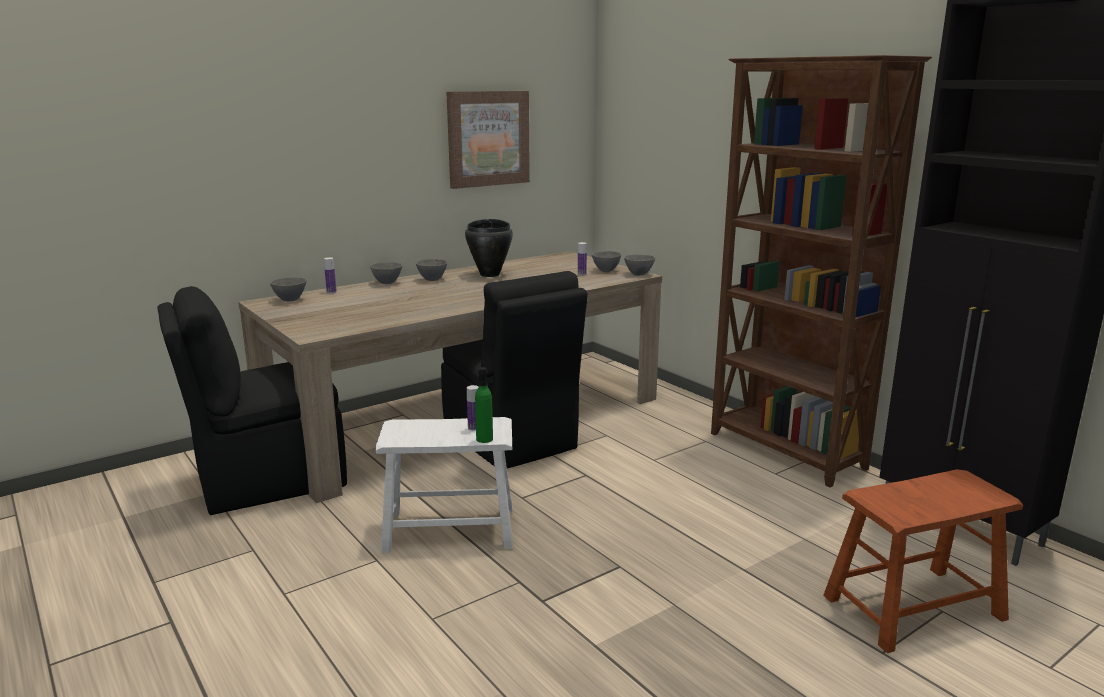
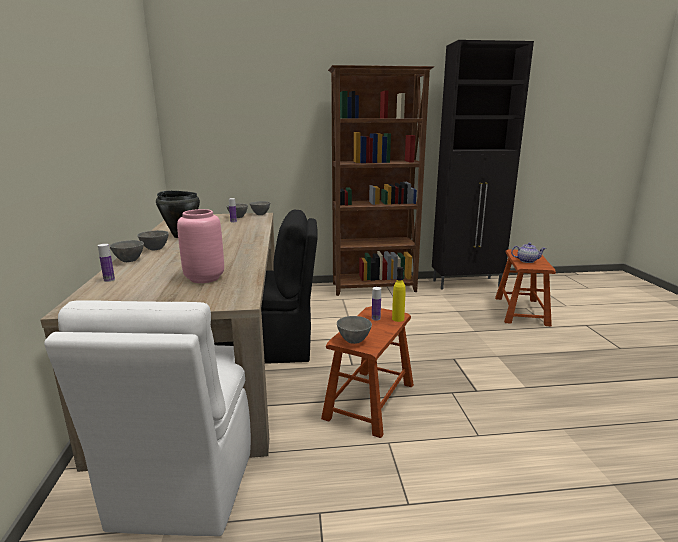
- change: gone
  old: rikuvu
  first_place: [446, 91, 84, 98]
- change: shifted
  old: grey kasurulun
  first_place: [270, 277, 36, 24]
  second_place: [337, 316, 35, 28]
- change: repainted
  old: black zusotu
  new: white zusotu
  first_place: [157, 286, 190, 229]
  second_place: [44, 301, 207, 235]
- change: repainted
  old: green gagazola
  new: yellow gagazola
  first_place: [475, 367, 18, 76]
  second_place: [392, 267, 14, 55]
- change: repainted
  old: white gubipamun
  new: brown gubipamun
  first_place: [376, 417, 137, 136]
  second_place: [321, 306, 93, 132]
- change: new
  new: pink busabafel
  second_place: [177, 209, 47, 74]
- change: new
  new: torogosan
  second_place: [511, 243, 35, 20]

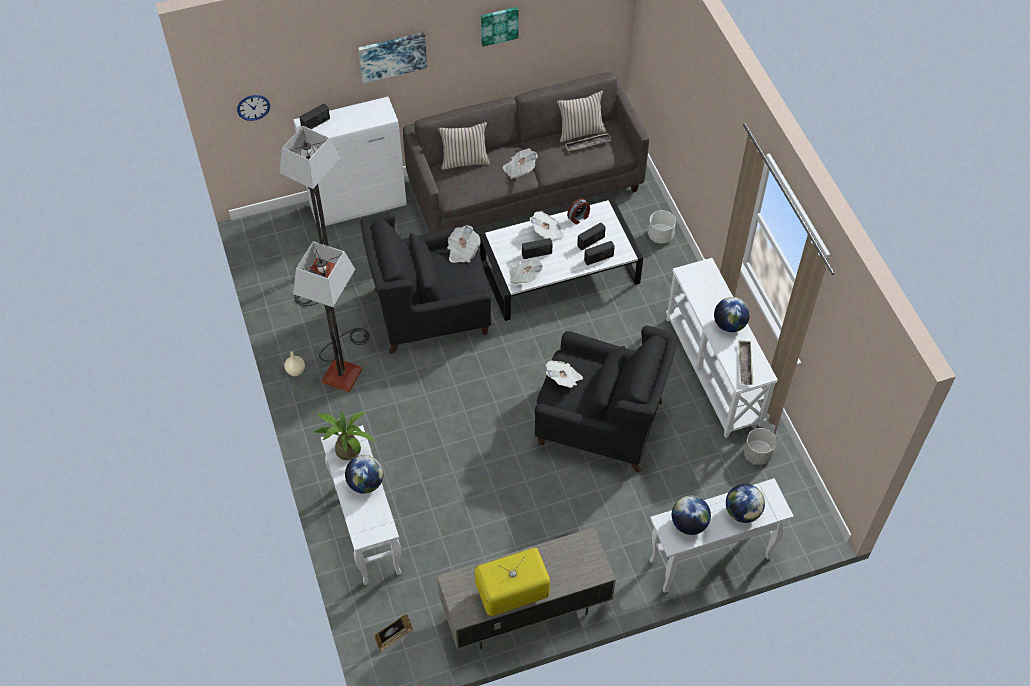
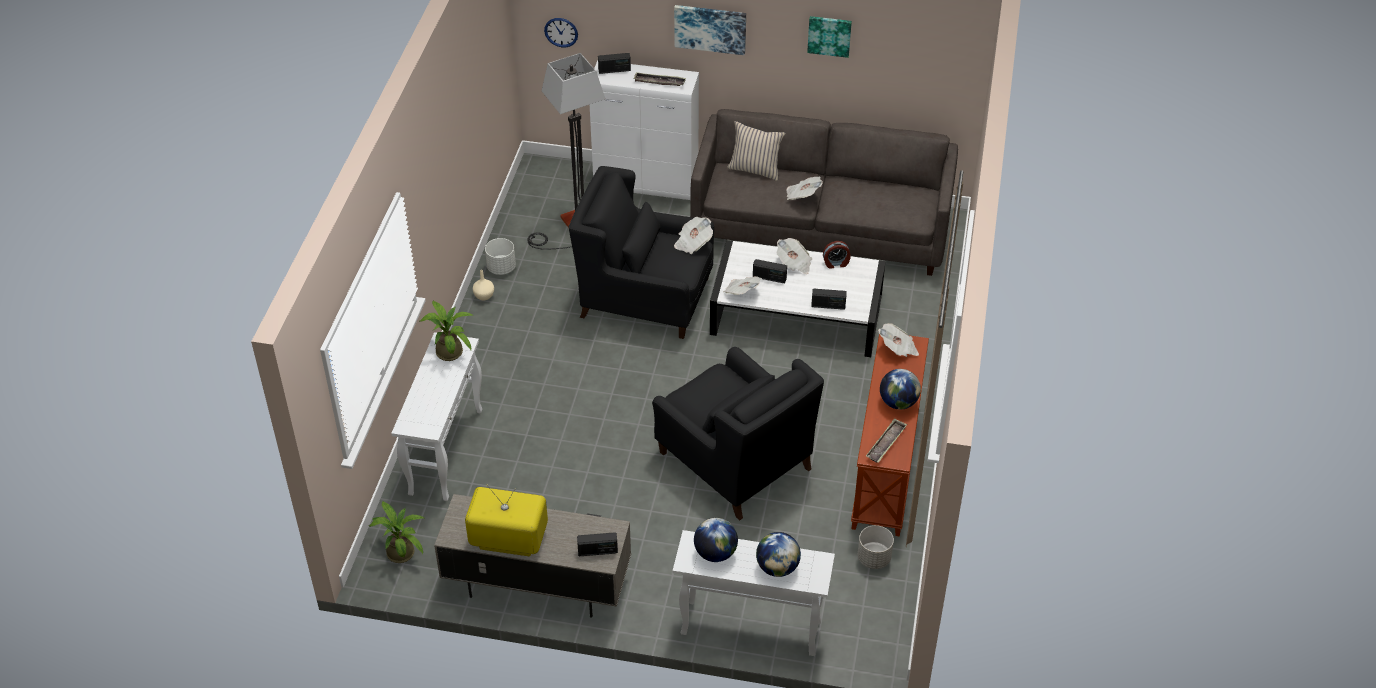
- change: gone
  old: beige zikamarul
  first_place: [557, 91, 49, 51]
- change: shifted
  old: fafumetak
  first_place: [565, 133, 46, 19]
  second_place: [633, 72, 53, 14]
- change: shifted
  old: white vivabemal
  first_place: [648, 210, 28, 34]
  second_place: [485, 238, 31, 37]
- change: shifted
  old: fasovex
  first_place: [577, 223, 28, 27]
  second_place: [577, 532, 41, 24]
- change: gone
  old: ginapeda
  first_place: [293, 241, 77, 151]
- change: repainted
  old: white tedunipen
  new: brown tedunipen
  first_place: [666, 258, 112, 180]
  second_place: [851, 334, 78, 203]
- change: shifted
  old: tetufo
  first_place: [546, 360, 37, 28]
  second_place: [878, 323, 41, 34]
- change: gone
  old: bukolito
  first_place: [345, 455, 38, 39]
- change: swapped
  old: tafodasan
  new: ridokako
  first_place: [374, 614, 39, 38]
  second_place: [369, 501, 55, 62]

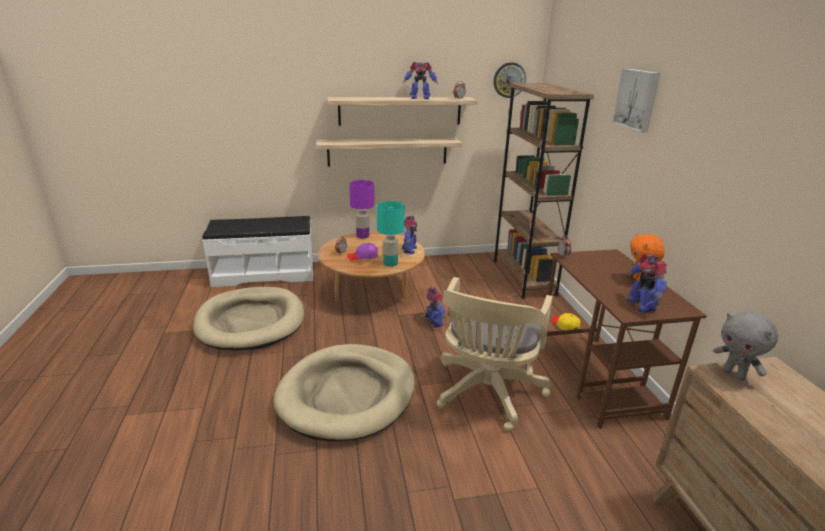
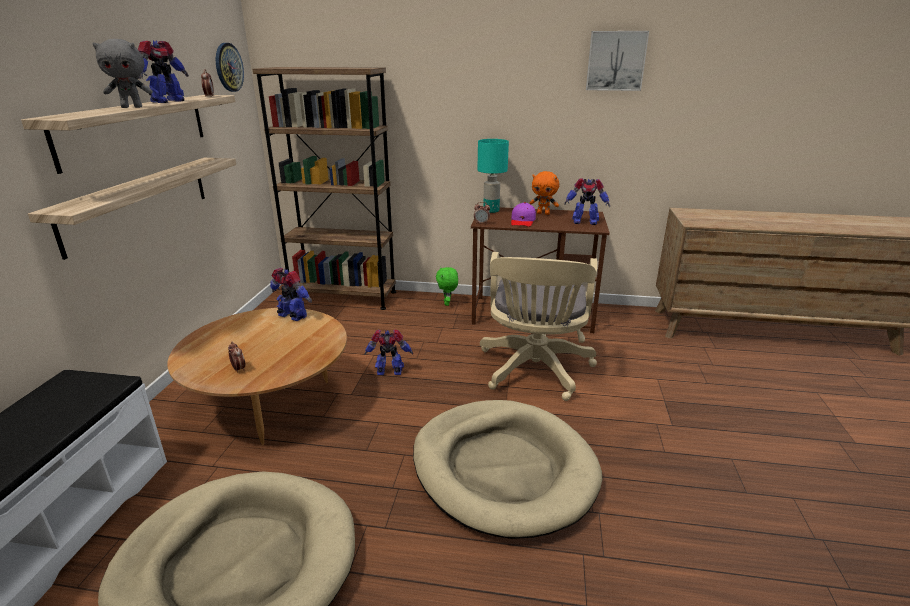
- change: shifted
  old: rikuvu
  first_place: [612, 68, 48, 64]
  second_place: [586, 31, 63, 60]
- change: gone
  old: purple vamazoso
  first_place: [349, 180, 25, 58]
- change: shifted
  old: turquoise vamazoso
  first_place: [377, 201, 28, 66]
  second_place: [477, 139, 32, 74]
- change: shifted
  old: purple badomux
  first_place: [347, 243, 31, 17]
  second_place: [511, 202, 25, 25]
- change: rotated
  old: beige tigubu
  first_place: [437, 277, 116, 154]
  second_place: [480, 252, 117, 149]
  degrees: 60
- change: shifted
  old: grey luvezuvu
  first_place: [713, 311, 65, 70]
  second_place: [92, 39, 61, 69]
- change: swapped
  old: yellow badomux
  new: green luvezuvu
  first_place: [551, 313, 30, 17]
  second_place: [436, 267, 22, 39]

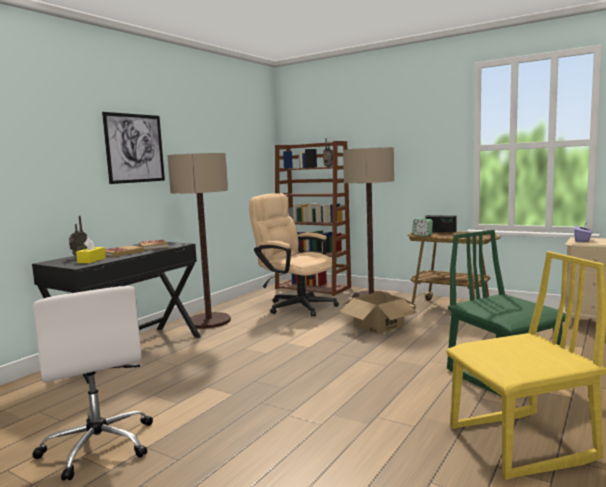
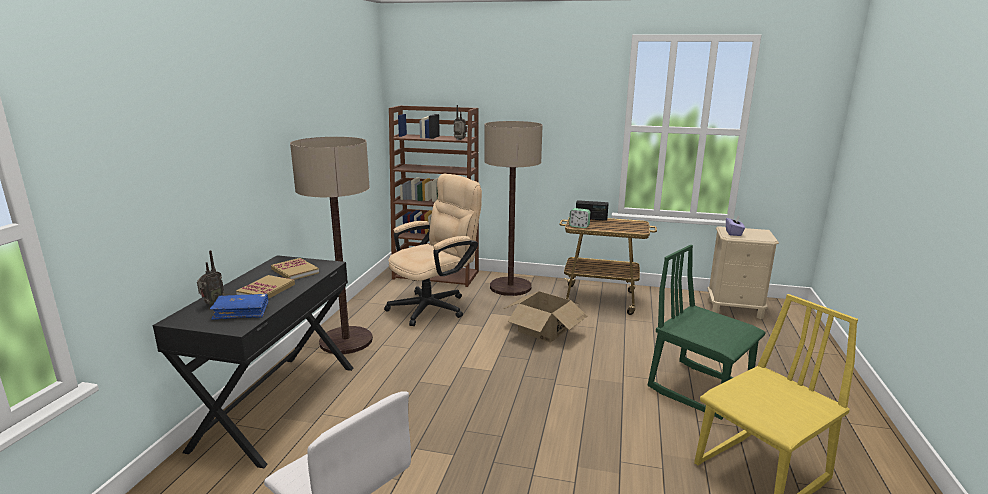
- change: gone
  old: rikuvu
  first_place: [102, 112, 63, 72]
- change: rotated
  old: beige tigubu
  first_place: [249, 193, 90, 124]
  second_place: [384, 174, 98, 152]
  degrees: 120
- change: swapped
  old: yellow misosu
  new: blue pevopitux
  first_place: [76, 238, 30, 25]
  second_place: [210, 294, 59, 26]

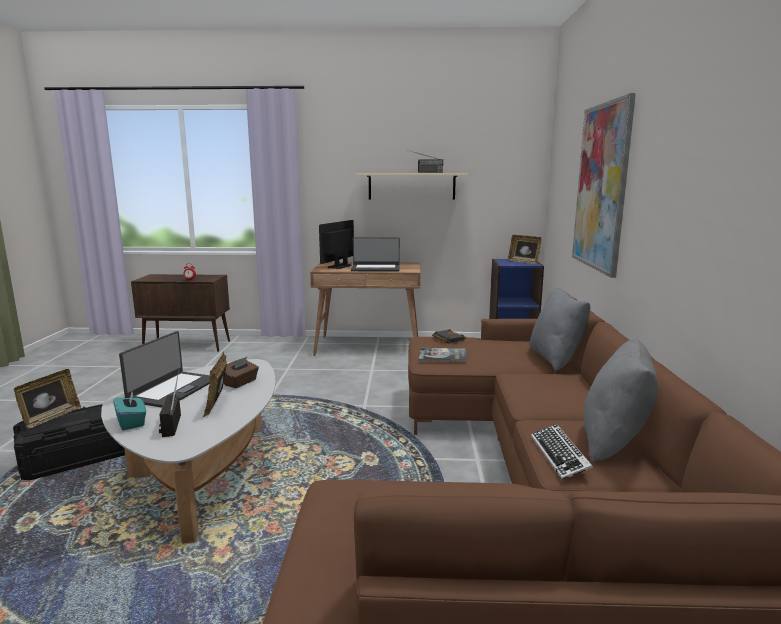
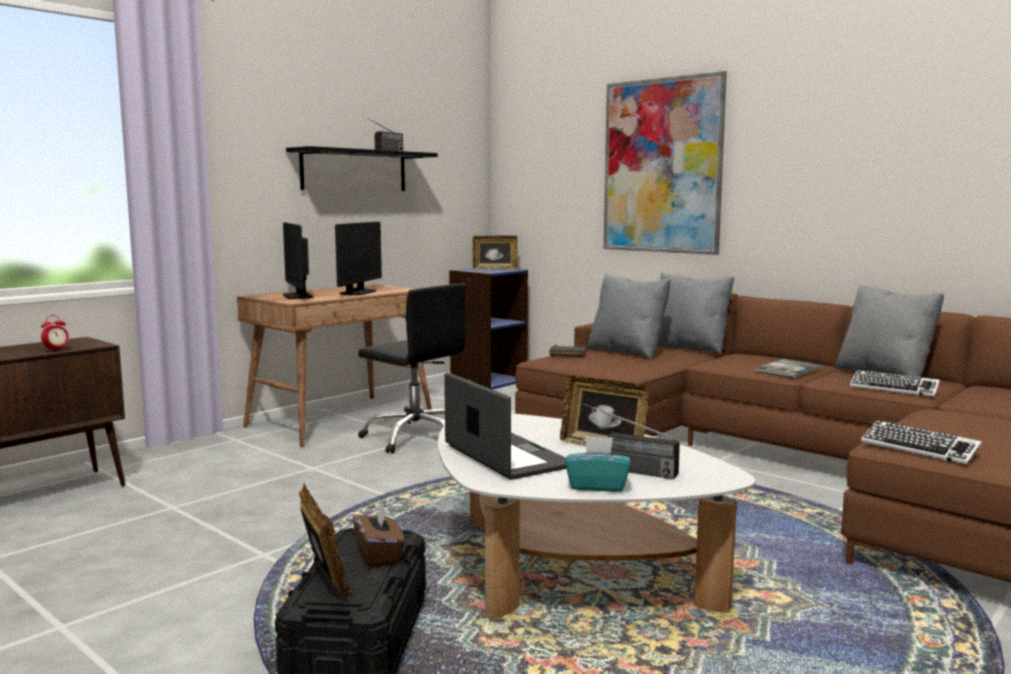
- change: repainted
  old: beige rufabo
  new: black rufabo
  first_place: [356, 173, 112, 27]
  second_place: [286, 146, 152, 45]
- change: swapped
  old: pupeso
  new: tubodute
  first_place: [351, 237, 49, 35]
  second_place: [335, 222, 47, 73]
- change: shifted
  old: pevopitux
  first_place: [419, 348, 48, 14]
  second_place: [754, 359, 69, 18]
- change: shifted
  old: brown misosu
  first_place: [224, 357, 35, 31]
  second_place: [353, 503, 52, 64]
- change: new
  new: grey zikamarul
  second_place: [587, 274, 83, 85]
- change: new
  new: black tigubu
  second_place: [358, 284, 108, 170]
- change: new
  new: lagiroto
  second_place: [861, 420, 121, 45]

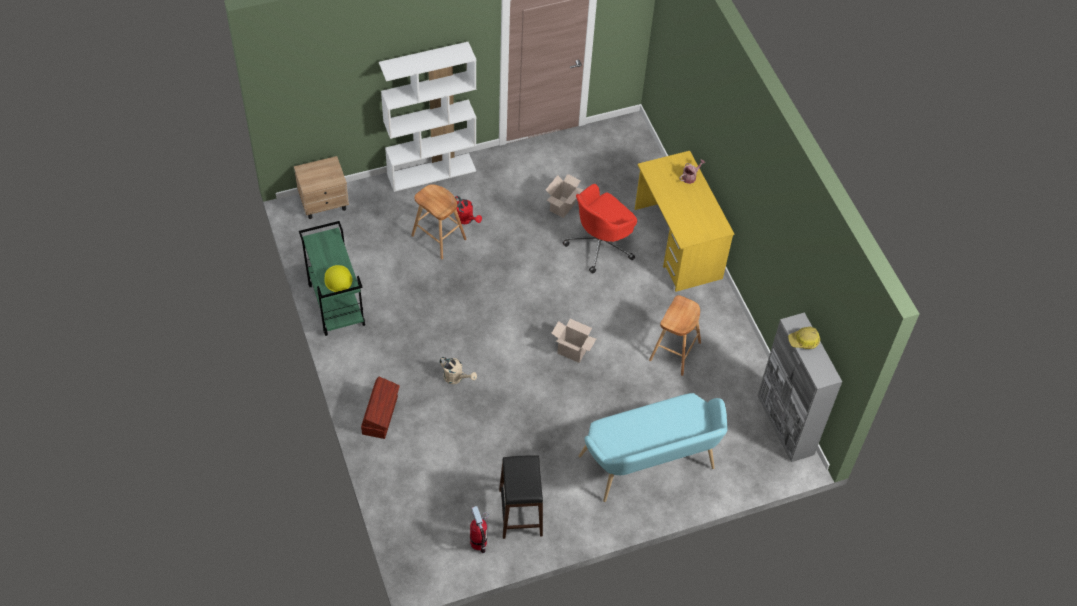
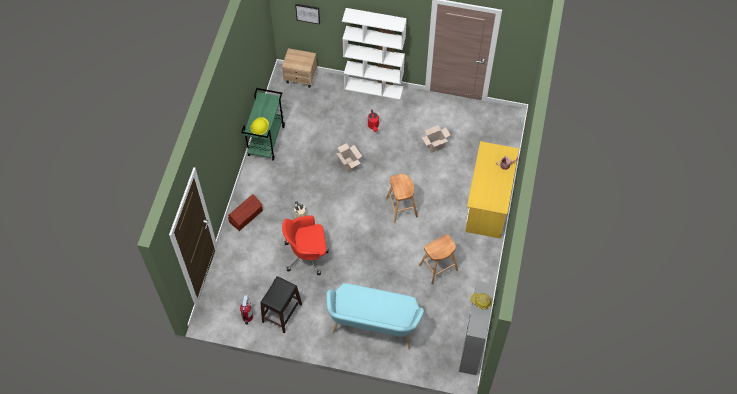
- change: shifted
  old: brown gubipamun
  first_place: [411, 184, 56, 76]
  second_place: [386, 174, 32, 49]
- change: shifted
  old: red tigubu
  first_place: [563, 184, 74, 90]
  second_place: [282, 215, 47, 60]
- change: shifted
  old: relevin
  first_place: [551, 319, 45, 44]
  second_place: [336, 143, 26, 30]
- change: new
  new: rikuvu
  second_place: [295, 4, 25, 20]

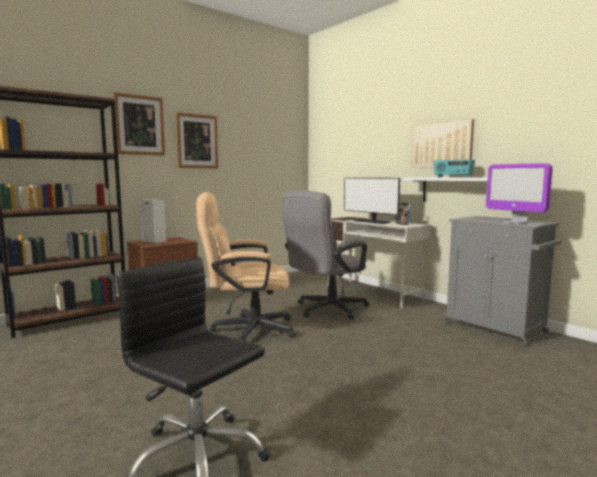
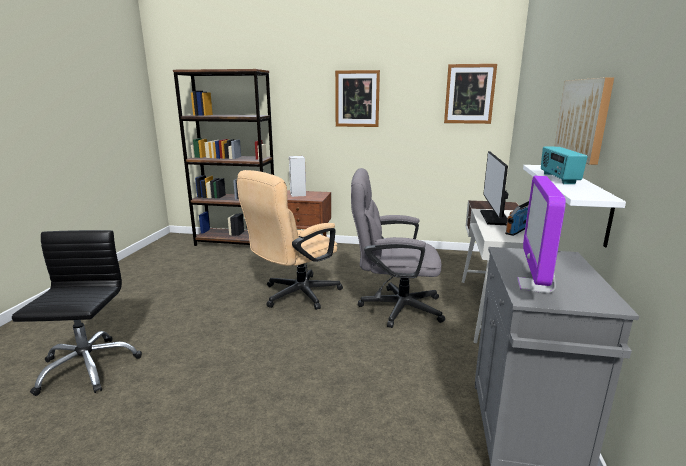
- change: shifted
  old: rikuvu
  first_place: [114, 92, 51, 64]
  second_place: [444, 64, 53, 60]
- change: rotated
  old: beige tigubu
  first_place: [196, 192, 100, 149]
  second_place: [237, 170, 106, 140]
  degrees: -90

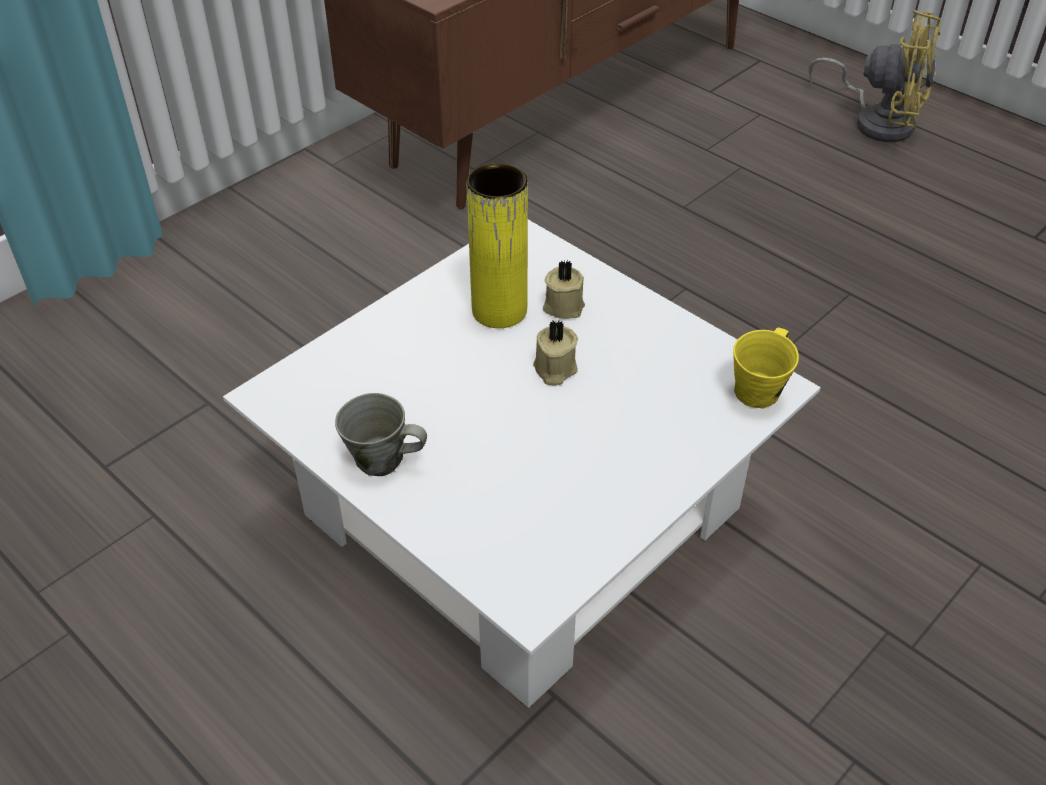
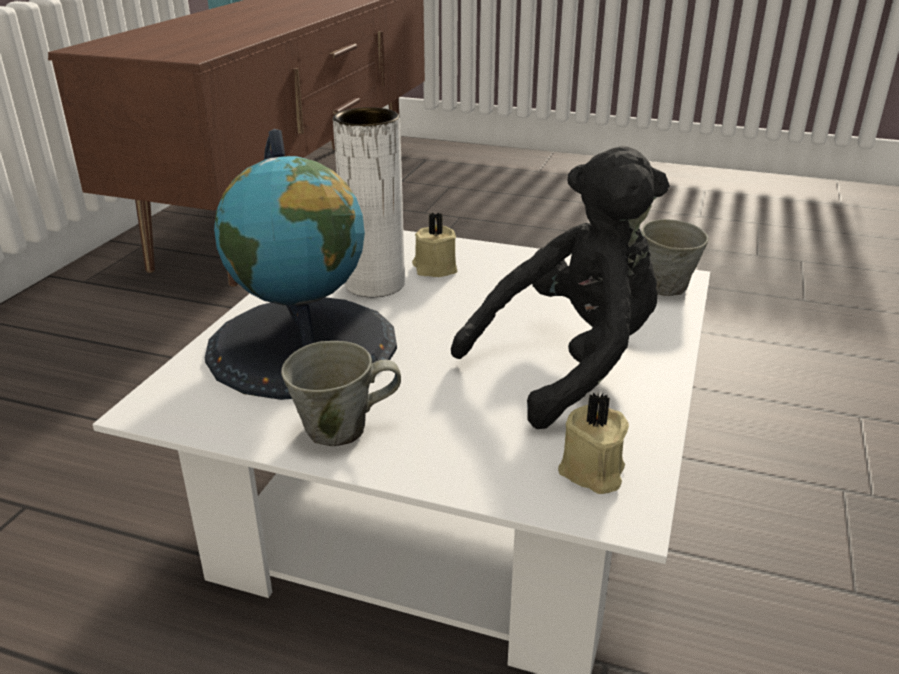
- change: gone
  old: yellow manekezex
  first_place: [809, 10, 132, 132]
- change: repainted
  old: yellow busabafel
  new: white busabafel
  first_place: [466, 163, 62, 165]
  second_place: [333, 107, 72, 190]
- change: shifted
  old: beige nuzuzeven
  first_place: [533, 321, 45, 65]
  second_place: [558, 393, 71, 101]
- change: repainted
  old: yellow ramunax
  new: grey ramunax
  first_place: [733, 327, 66, 82]
  second_place: [641, 219, 68, 77]
- change: new
  new: bukolito
  second_place: [205, 129, 192, 271]
- change: new
  new: black luvezuvu
  second_place: [451, 146, 219, 283]

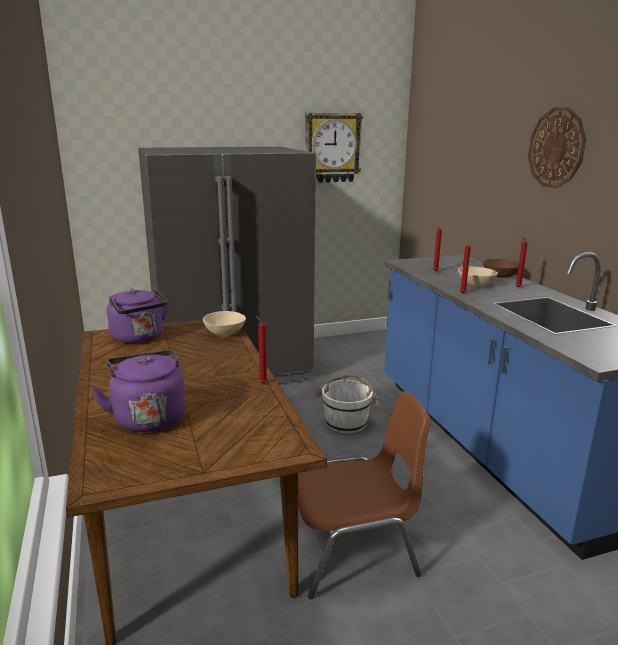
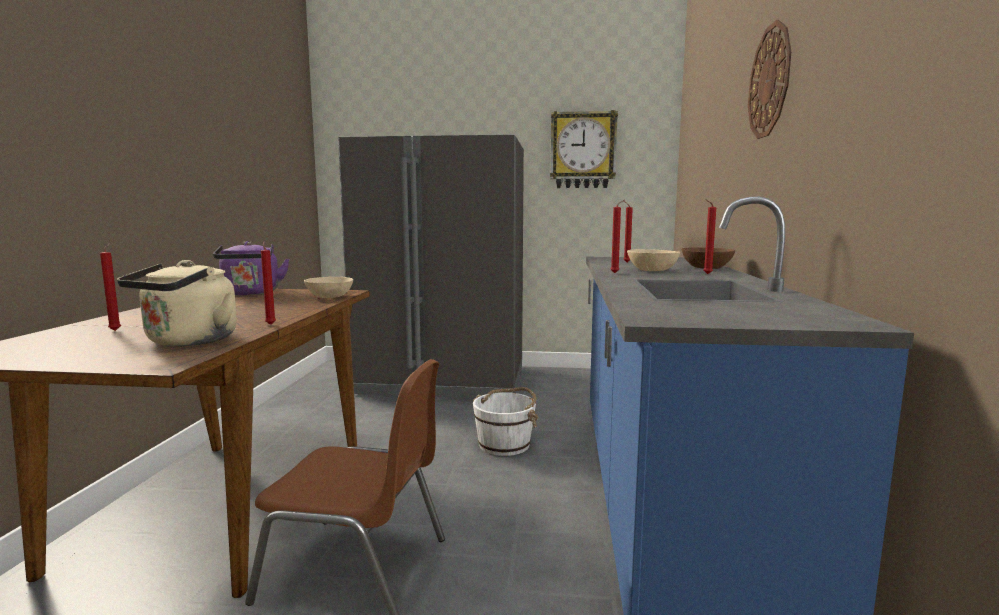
- change: swapped
  old: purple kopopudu
  new: red nuzuzeven
  first_place: [91, 350, 94, 82]
  second_place: [100, 243, 21, 88]
- change: new
  new: beige kopopudu
  second_place: [117, 260, 120, 86]

